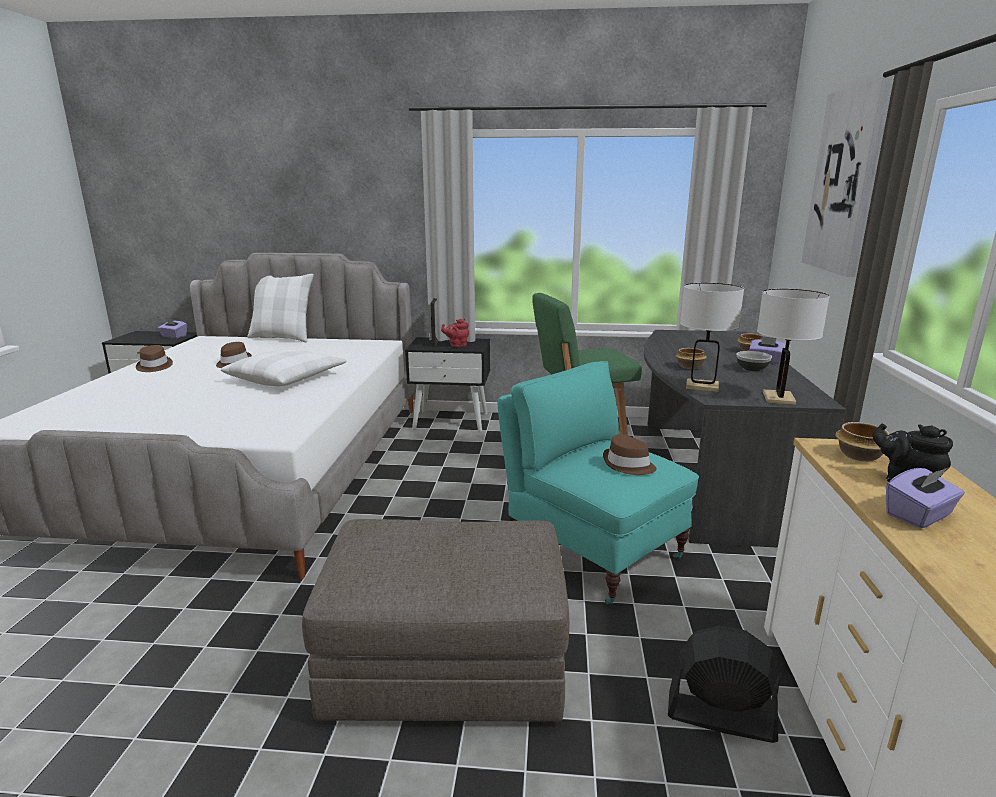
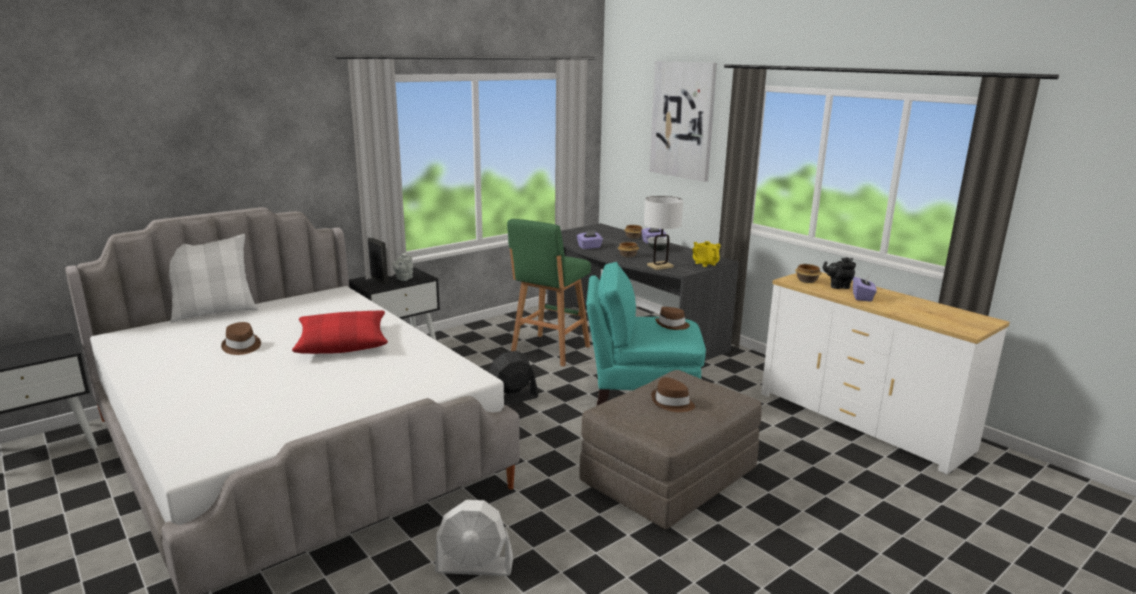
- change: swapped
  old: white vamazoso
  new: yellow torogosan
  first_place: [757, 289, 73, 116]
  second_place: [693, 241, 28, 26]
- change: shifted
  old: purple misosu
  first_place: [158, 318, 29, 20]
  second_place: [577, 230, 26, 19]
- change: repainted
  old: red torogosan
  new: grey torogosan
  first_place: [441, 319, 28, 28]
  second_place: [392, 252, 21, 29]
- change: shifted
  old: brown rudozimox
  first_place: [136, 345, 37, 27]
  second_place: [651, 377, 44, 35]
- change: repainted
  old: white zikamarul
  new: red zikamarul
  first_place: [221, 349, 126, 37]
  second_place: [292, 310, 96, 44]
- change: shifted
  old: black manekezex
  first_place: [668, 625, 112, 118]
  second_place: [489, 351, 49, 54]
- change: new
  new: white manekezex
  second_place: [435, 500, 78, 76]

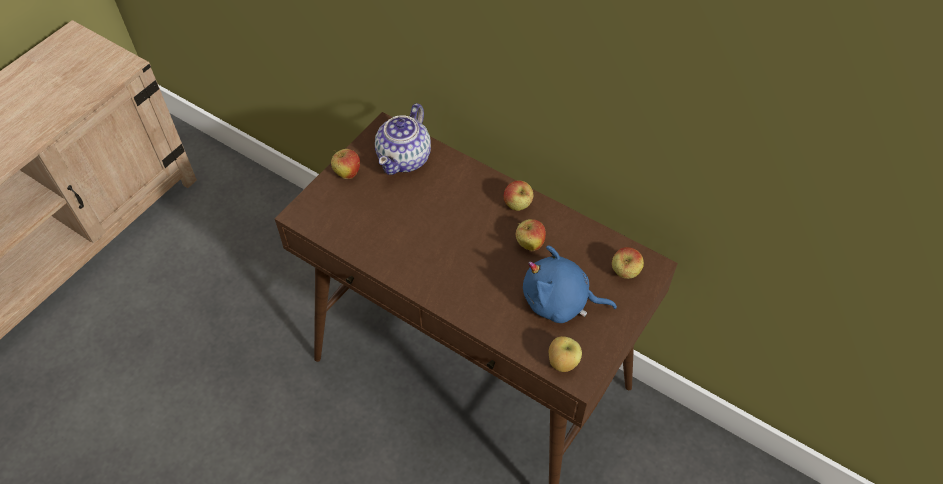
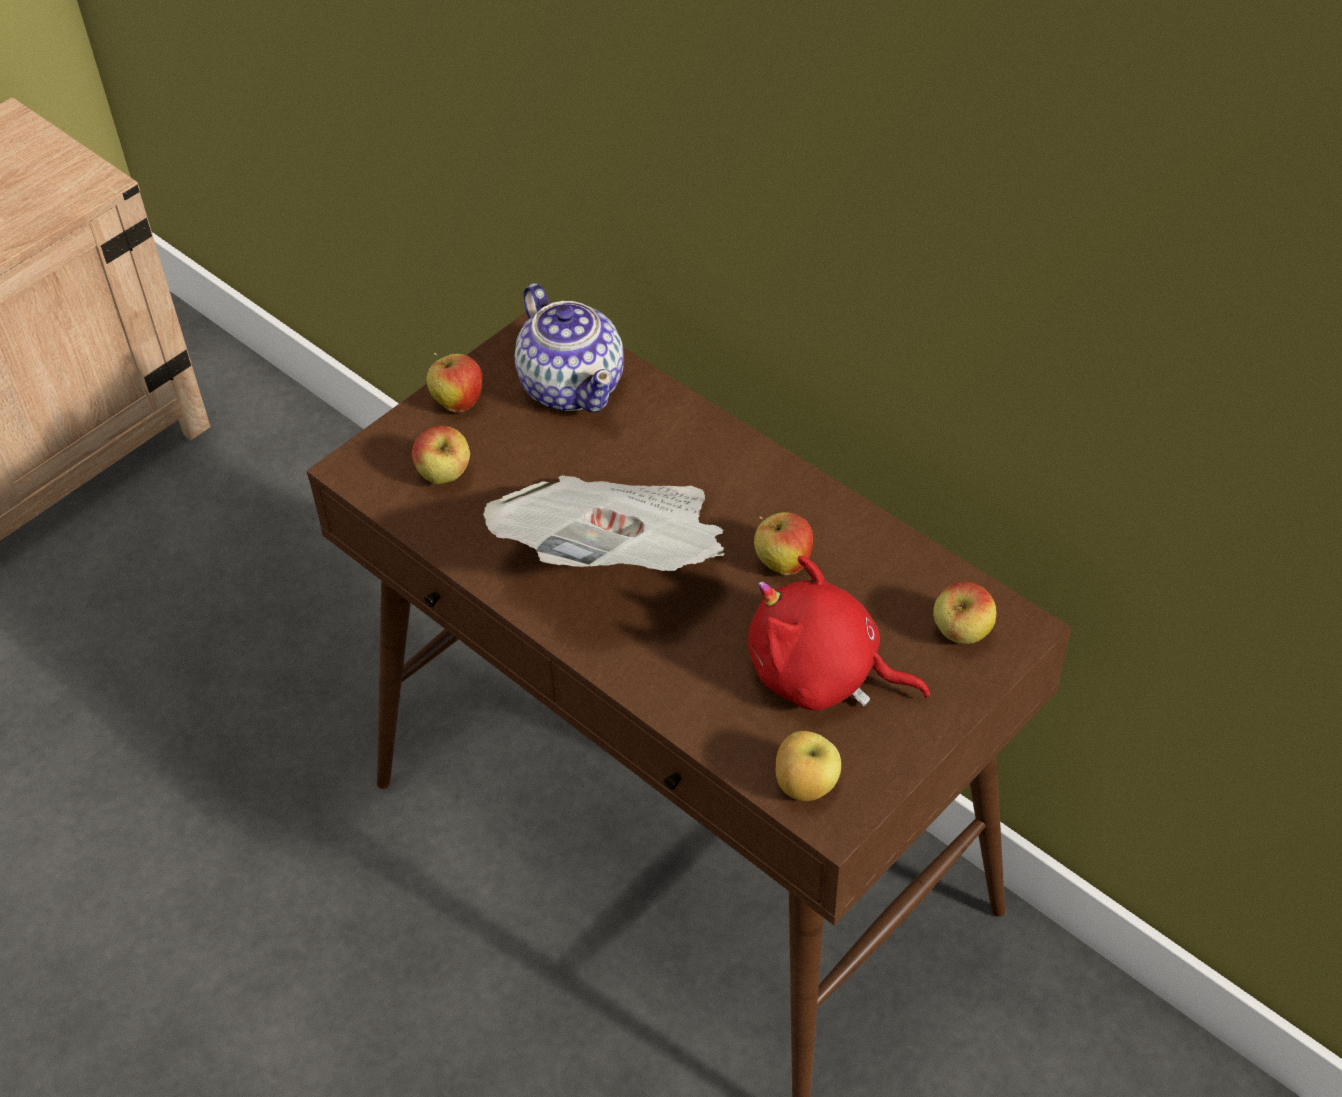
- change: rotated
  old: torogosan
  first_place: [375, 103, 56, 72]
  second_place: [515, 283, 109, 129]
  degrees: -60
- change: shifted
  old: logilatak
  first_place: [504, 180, 29, 31]
  second_place: [412, 426, 58, 58]
- change: repainted
  old: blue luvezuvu
  new: red luvezuvu
  first_place: [523, 245, 94, 78]
  second_place: [748, 555, 182, 156]
- change: new
  new: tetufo
  second_place: [483, 475, 243, 96]

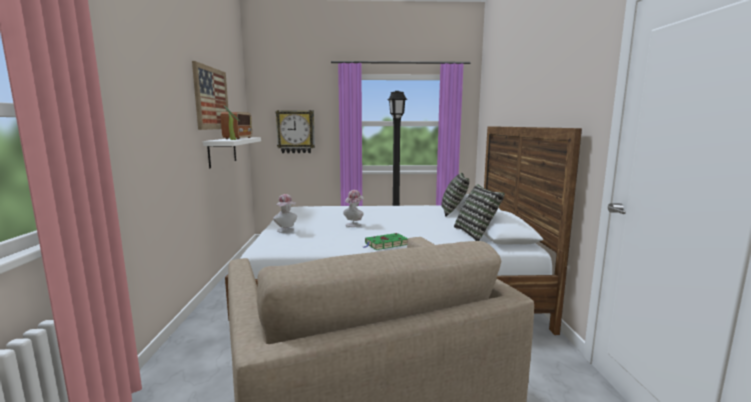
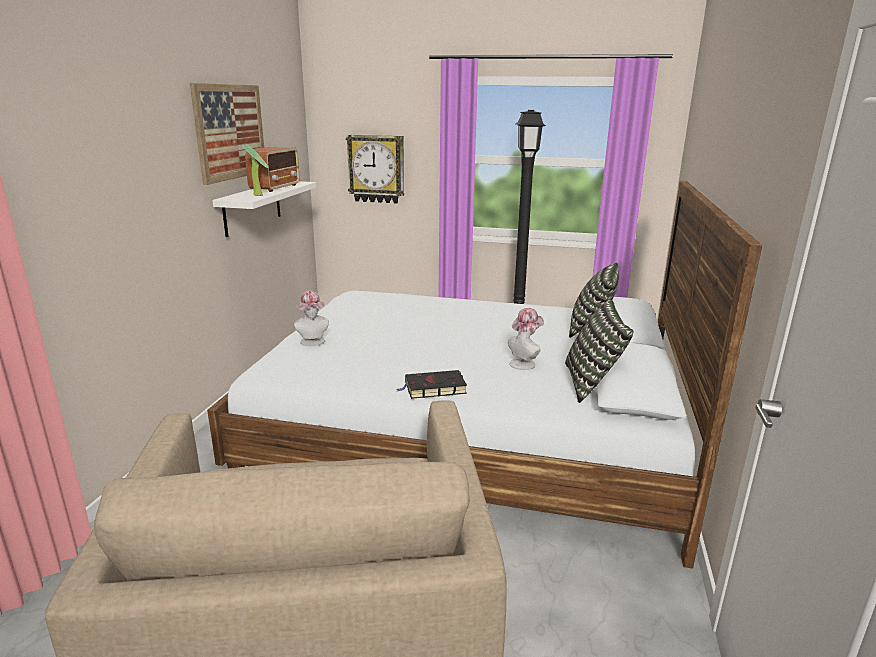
- change: shifted
  old: rudozimox
  first_place: [343, 190, 21, 37]
  second_place: [508, 308, 36, 62]
- change: repainted
  old: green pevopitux
  new: black pevopitux
  first_place: [363, 233, 45, 17]
  second_place: [396, 370, 71, 29]

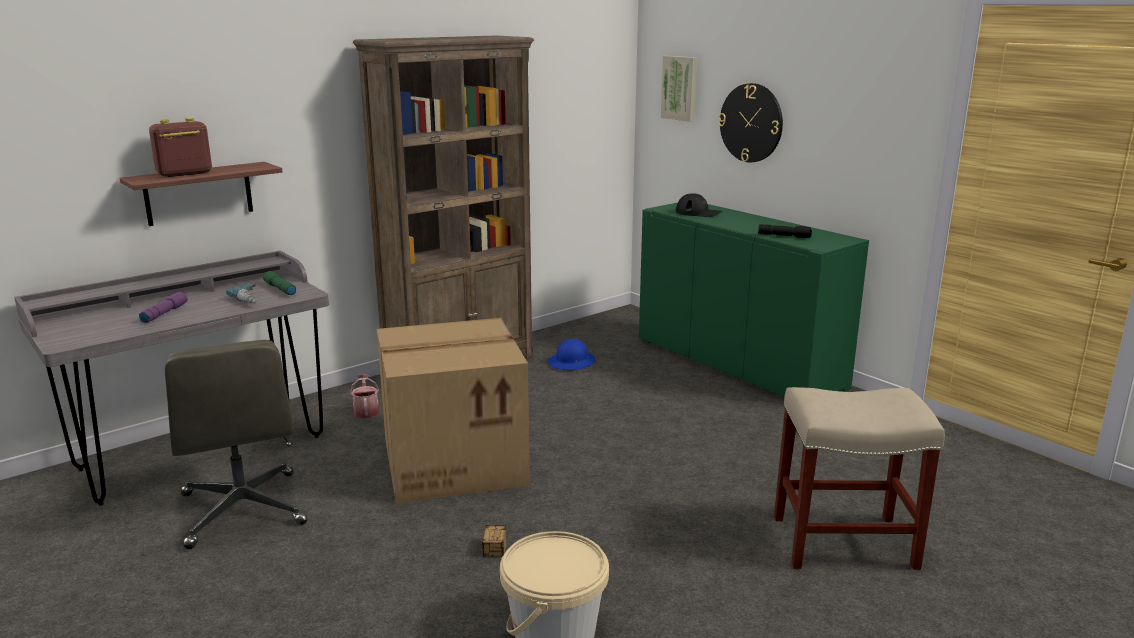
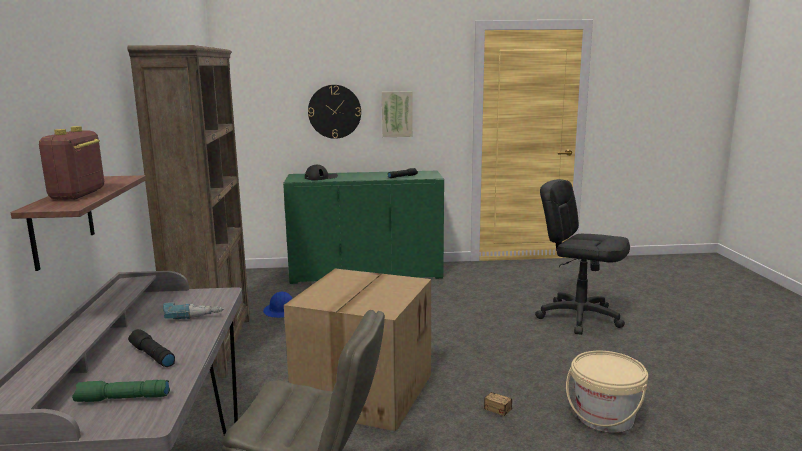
- change: shifted
  old: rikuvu
  first_place: [661, 56, 36, 66]
  second_place: [382, 91, 30, 46]
- change: shifted
  old: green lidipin
  first_place: [263, 271, 33, 24]
  second_place: [72, 380, 98, 22]
- change: repainted
  old: purple lidipin
  new: black lidipin
  first_place: [139, 292, 49, 31]
  second_place: [128, 329, 47, 38]
- change: gone
  old: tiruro
  first_place: [350, 374, 30, 45]
- change: swapped
  old: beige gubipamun
  new: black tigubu
  first_place: [774, 387, 171, 183]
  second_place: [535, 179, 95, 156]

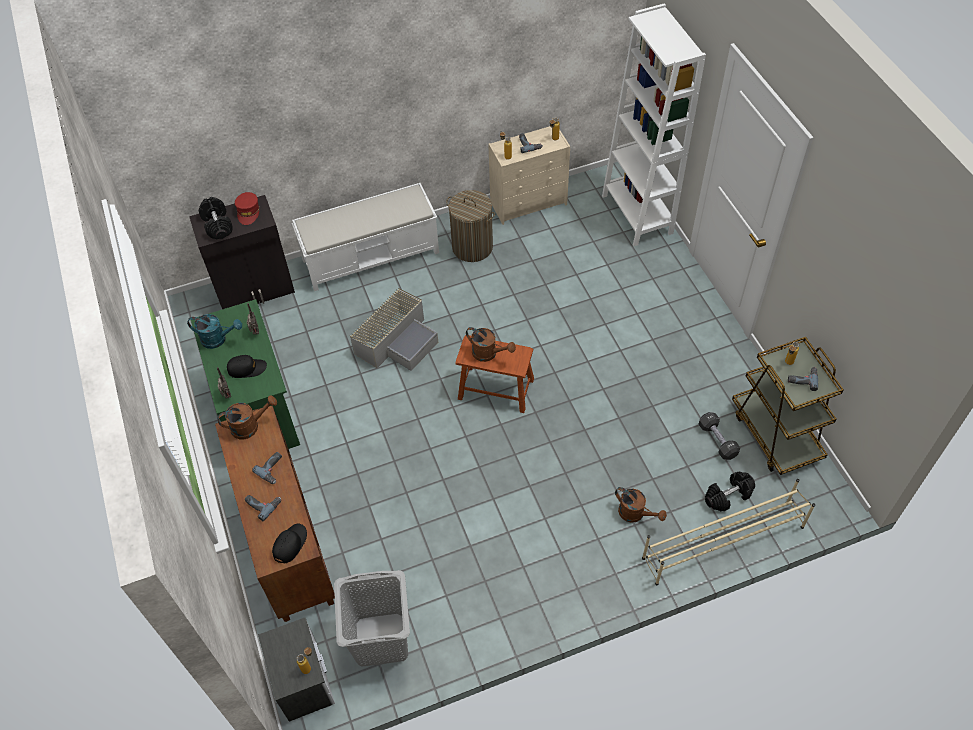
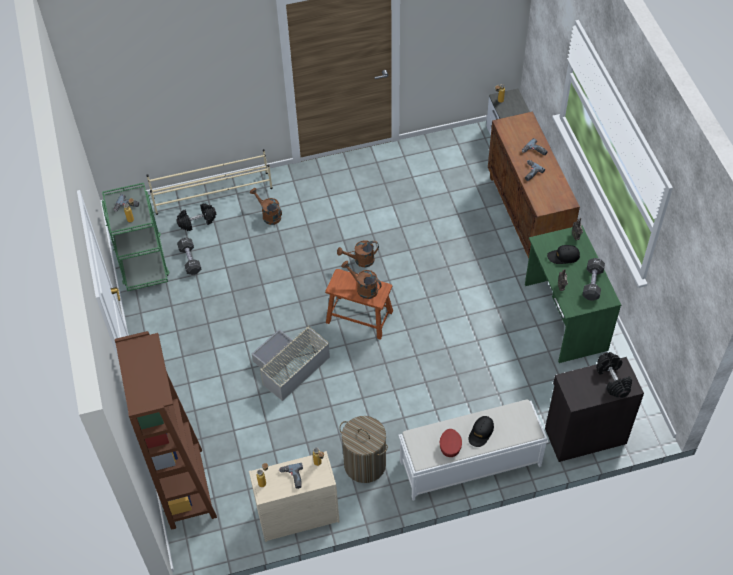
- change: repainted
  old: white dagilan
  new: brown dagilan
  first_place: [602, 3, 104, 243]
  second_place: [115, 331, 102, 199]
- change: shifted
  old: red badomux
  first_place: [235, 192, 24, 33]
  second_place: [440, 429, 22, 28]
- change: shifted
  old: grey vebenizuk
  first_place: [350, 288, 88, 83]
  second_place: [252, 326, 78, 75]
- change: swapped
  old: turquoise tiruro
  new: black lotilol
  first_place: [187, 314, 55, 35]
  second_place: [582, 258, 23, 43]
- change: repainted
  old: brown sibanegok
  new: green sibanegok
  first_place: [732, 337, 112, 138]
  second_place: [102, 183, 67, 108]
- change: shifted
  old: brown tiruro
  first_place: [218, 396, 59, 43]
  second_place: [337, 240, 42, 27]
- change: shifted
  old: black badomux
  first_place: [272, 524, 35, 40]
  second_place: [468, 416, 26, 31]
- change: gone
  old: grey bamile
  first_place: [334, 570, 76, 97]

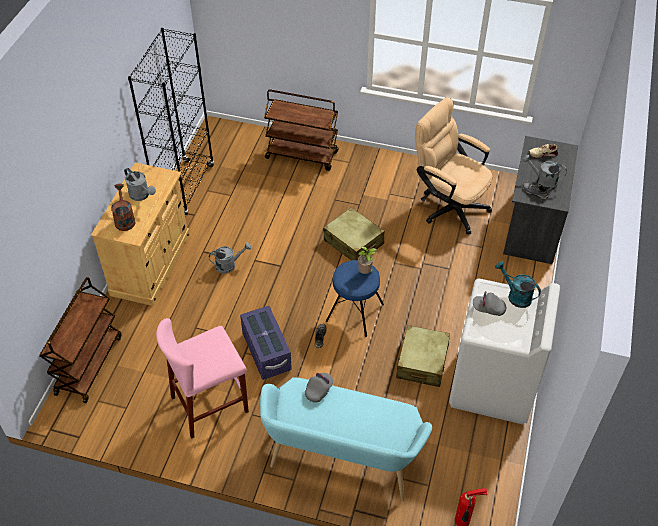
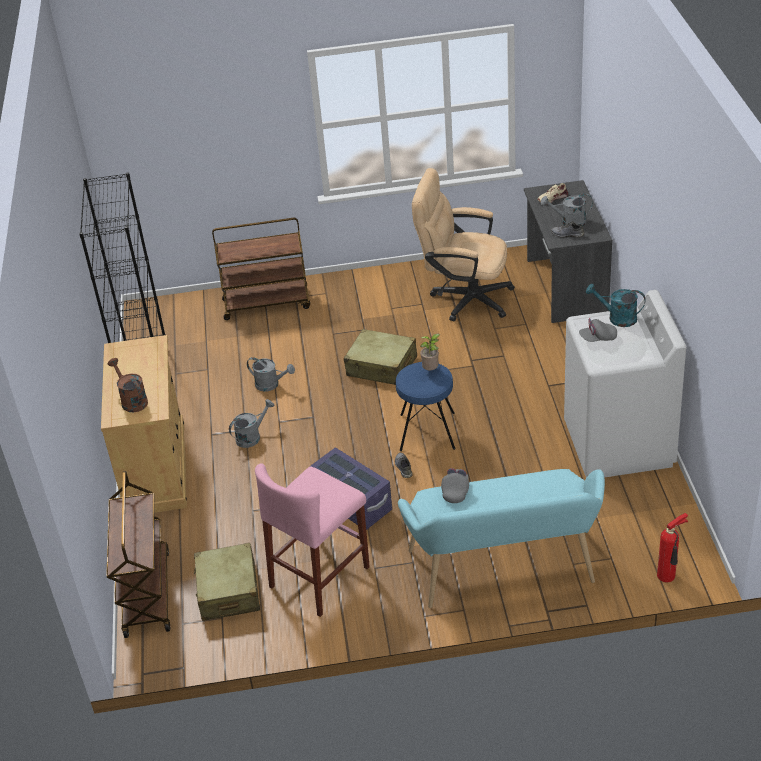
- change: shifted
  old: grey tiruro
  first_place: [124, 168, 32, 33]
  second_place: [247, 357, 48, 35]
- change: shifted
  old: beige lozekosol
  first_place: [396, 325, 54, 62]
  second_place: [194, 543, 66, 78]

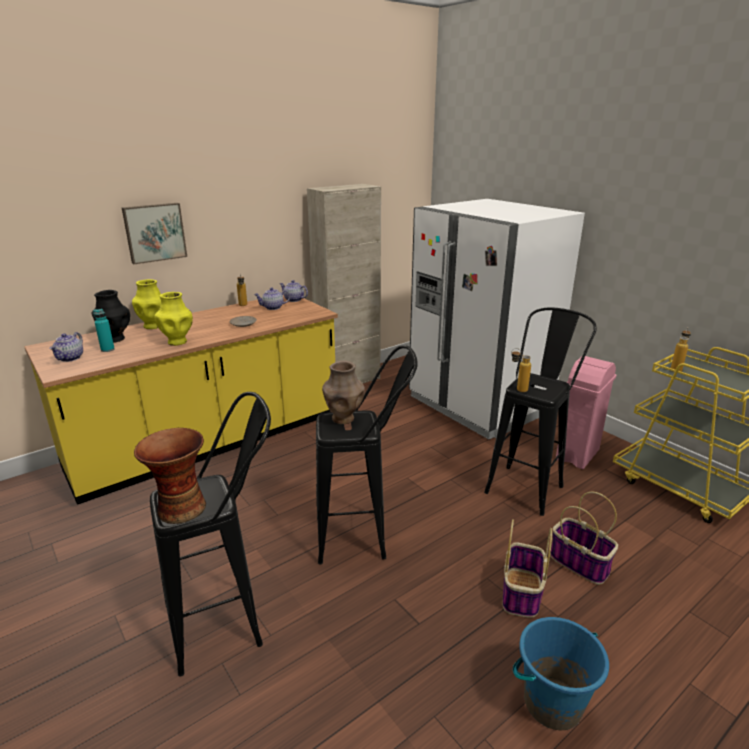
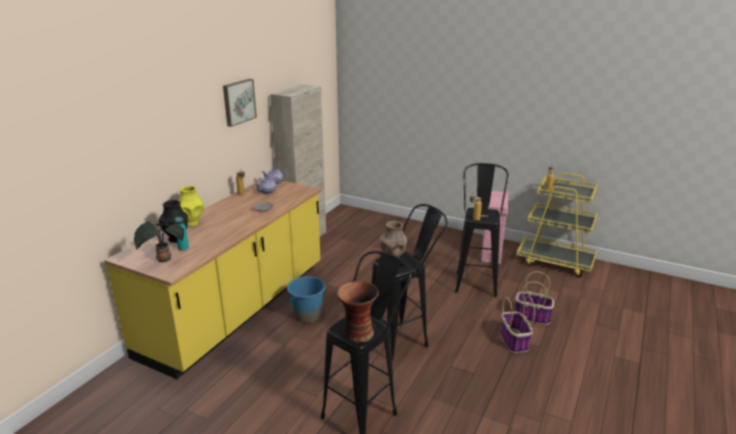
- change: gone
  old: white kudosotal
  first_place: [409, 199, 176, 240]
- change: shifted
  old: rikuvu
  first_place: [122, 203, 65, 61]
  second_place: [223, 79, 34, 48]
- change: gone
  old: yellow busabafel
  first_place: [155, 292, 38, 54]
- change: swapped
  old: torogosan
  new: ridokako
  first_place: [50, 332, 33, 30]
  second_place: [134, 221, 50, 41]
- change: shifted
  old: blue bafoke
  first_place: [513, 617, 96, 114]
  second_place: [287, 276, 39, 47]

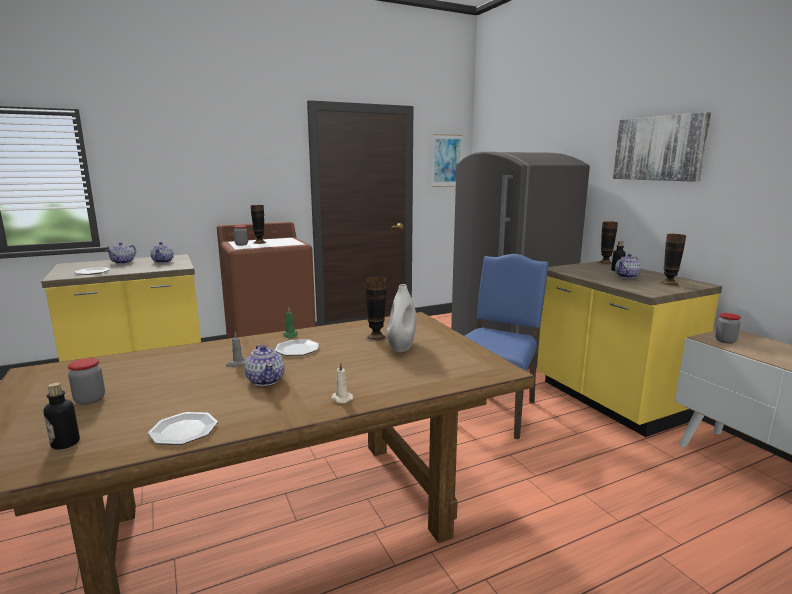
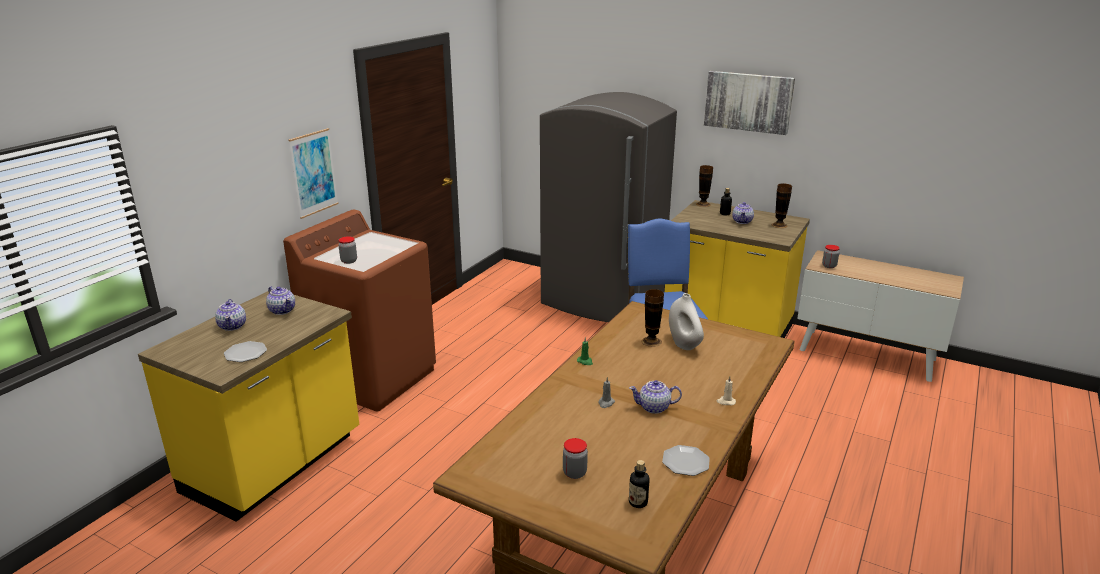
- change: shifted
  old: rikuvu
  first_place: [432, 134, 31, 53]
  second_place: [289, 128, 50, 91]
- change: gone
  old: busabafel
  first_place: [251, 205, 16, 39]
- change: gone
  old: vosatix
  first_place: [275, 339, 44, 17]
- change: rotated
  old: torogosan
  first_place: [245, 345, 40, 41]
  second_place: [629, 380, 53, 34]
  degrees: 150

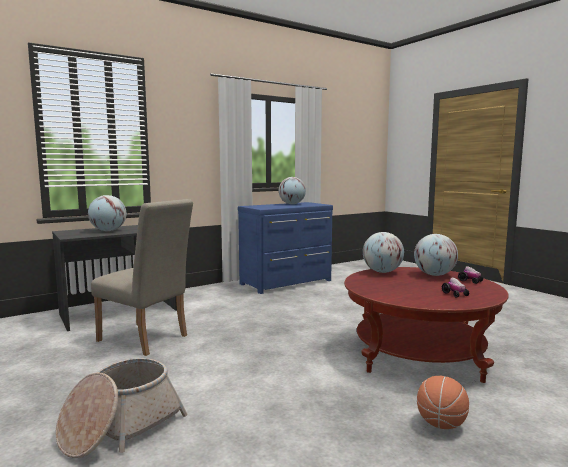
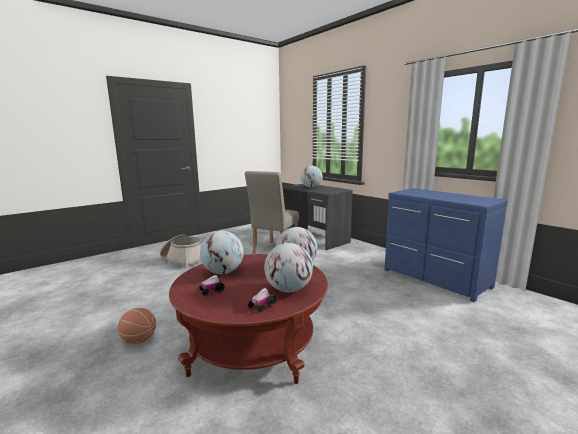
- change: shifted
  old: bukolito
  first_place: [279, 177, 27, 27]
  second_place: [200, 231, 44, 43]

